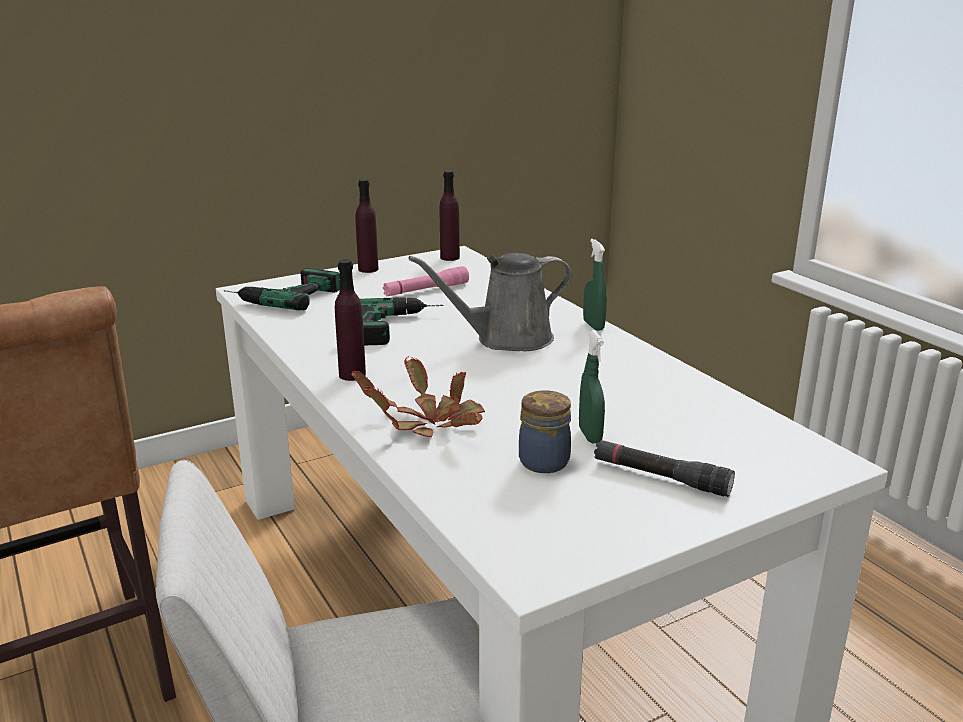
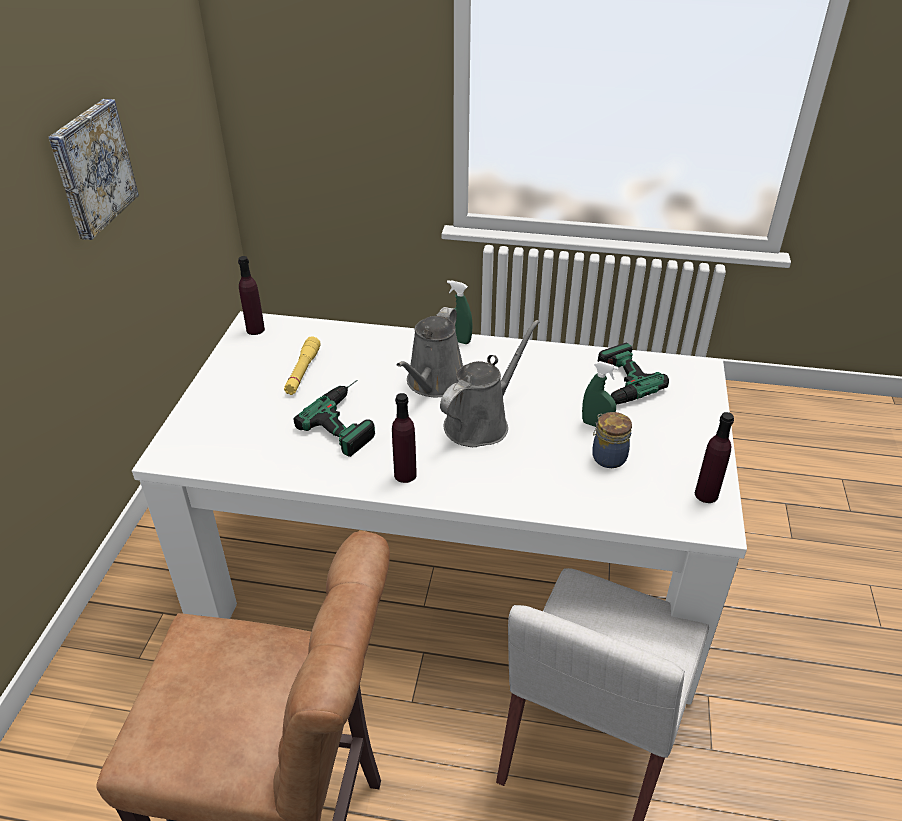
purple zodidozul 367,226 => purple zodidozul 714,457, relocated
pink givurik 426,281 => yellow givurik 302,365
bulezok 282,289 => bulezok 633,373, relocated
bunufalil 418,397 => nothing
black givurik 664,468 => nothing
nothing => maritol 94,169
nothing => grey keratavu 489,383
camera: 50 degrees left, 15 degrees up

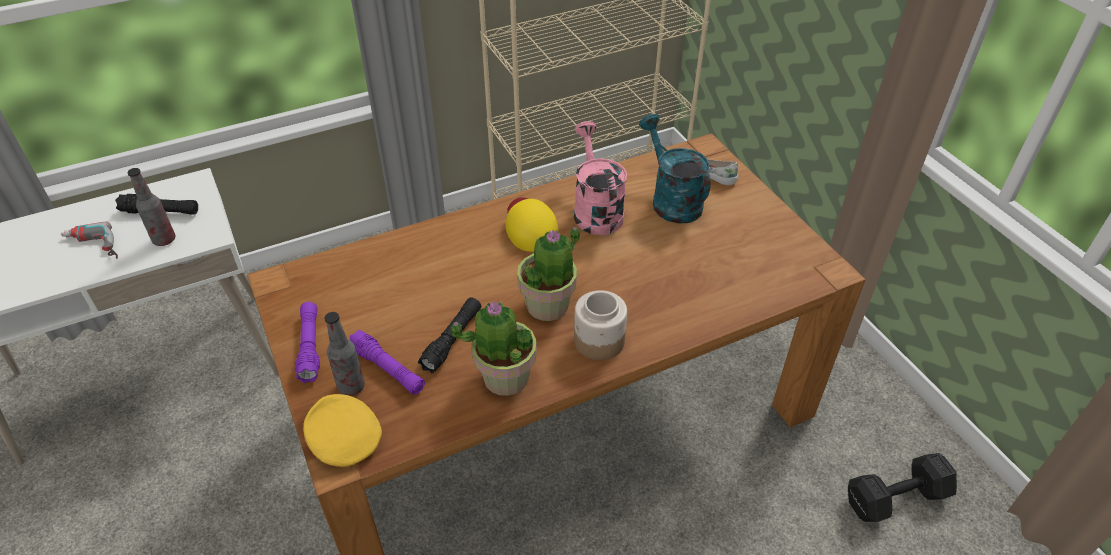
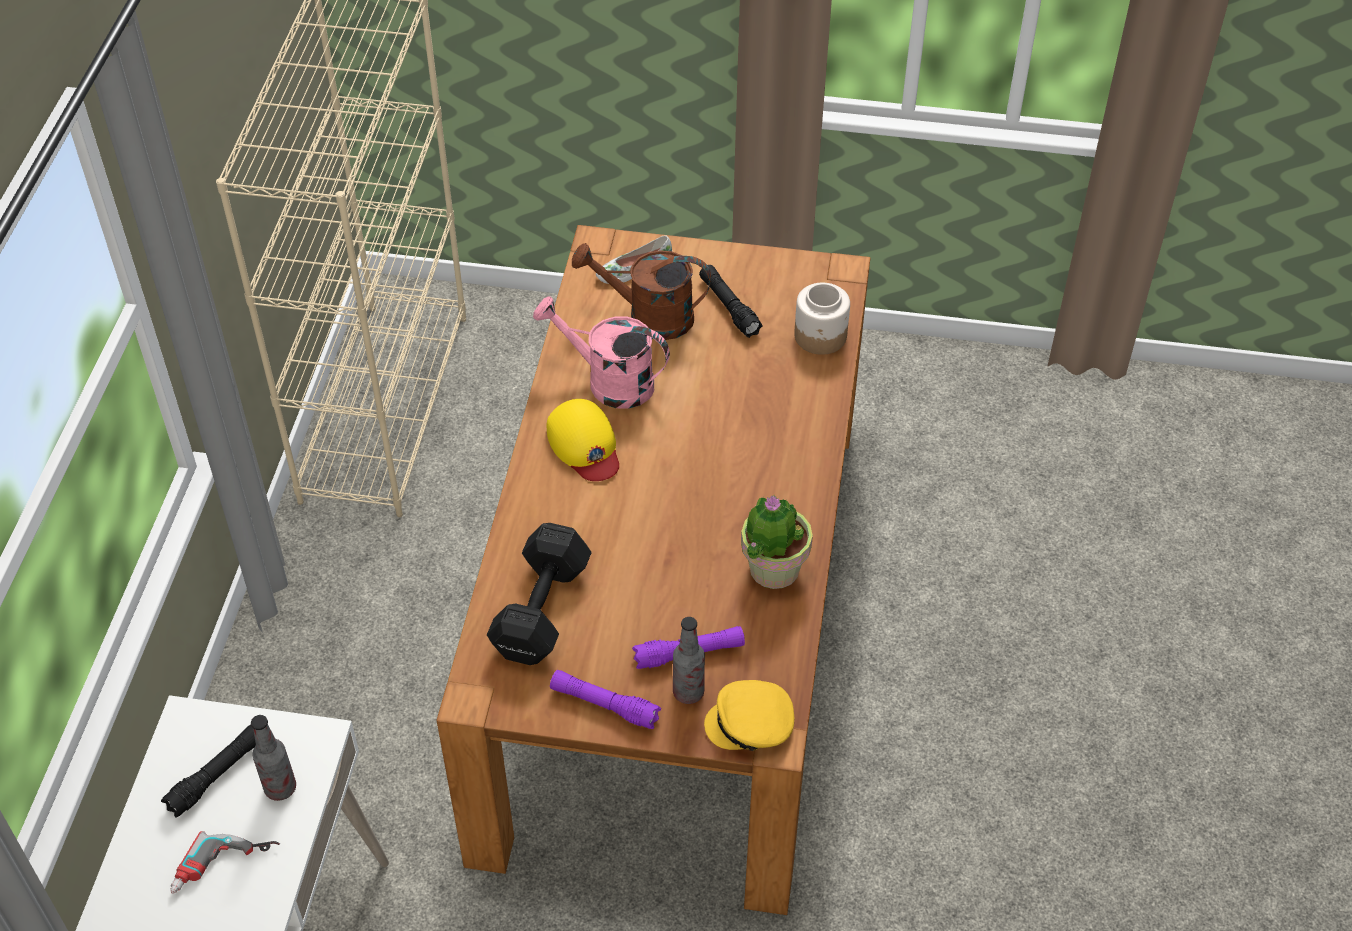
turquoise keratavu 675,168 => brown keratavu 641,291
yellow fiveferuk 532,224 => yellow fiveferuk 583,440, 135 degrees counterclockwise
bunufalil 548,274 => nothing
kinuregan 600,325 => kinuregan 822,319, relocated
black givurik 449,335 => black givurik 731,301, relocated
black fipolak 902,487 => black fipolak 539,594, relocated
camera: 55 degrees left, 5 degrees up

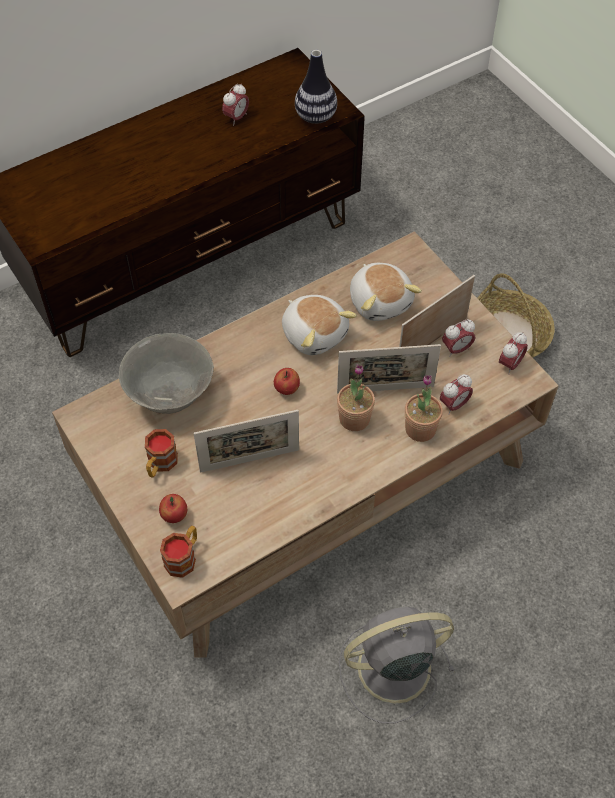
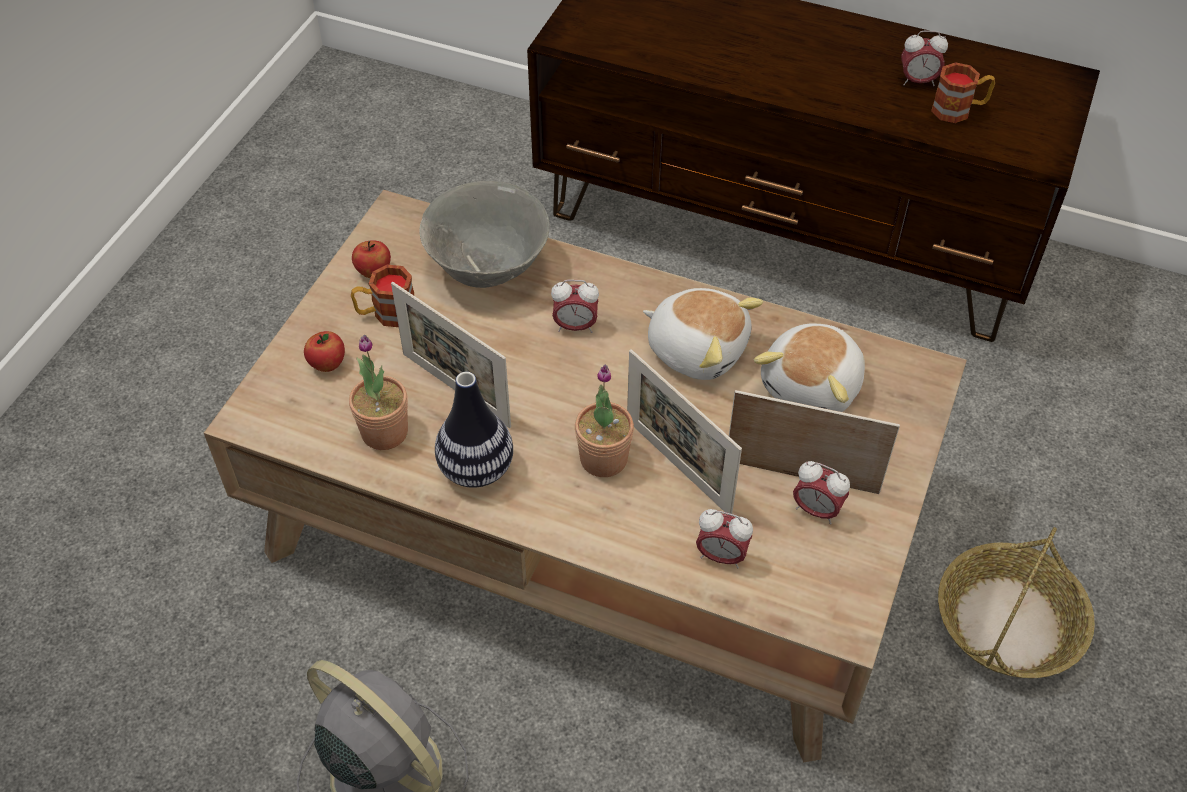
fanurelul 316,87 => fanurelul 474,430, relocated
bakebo 319,325 => bakebo 703,334, 75 degrees counterclockwise
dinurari 513,353 => dinurari 575,306, relocated
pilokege 287,381 => pilokege 371,259, relocated
bunufalil 424,408 => bunufalil 378,392, relocated
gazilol 178,552 => gazilol 963,92, relocated
camera: 55 degrees right, 5 degrees down

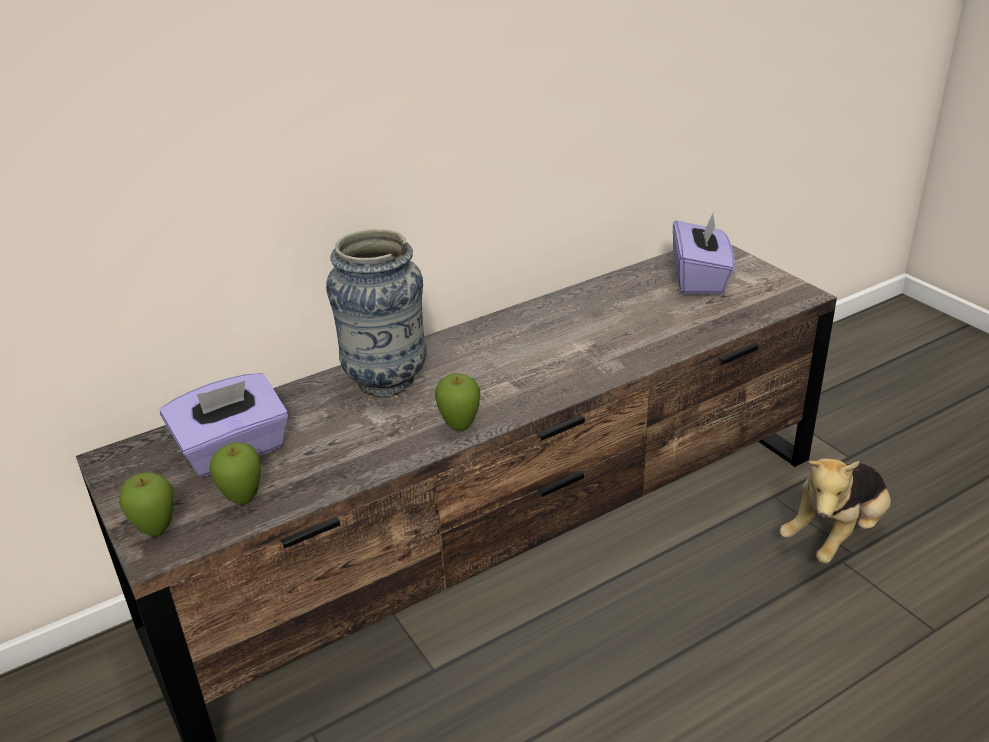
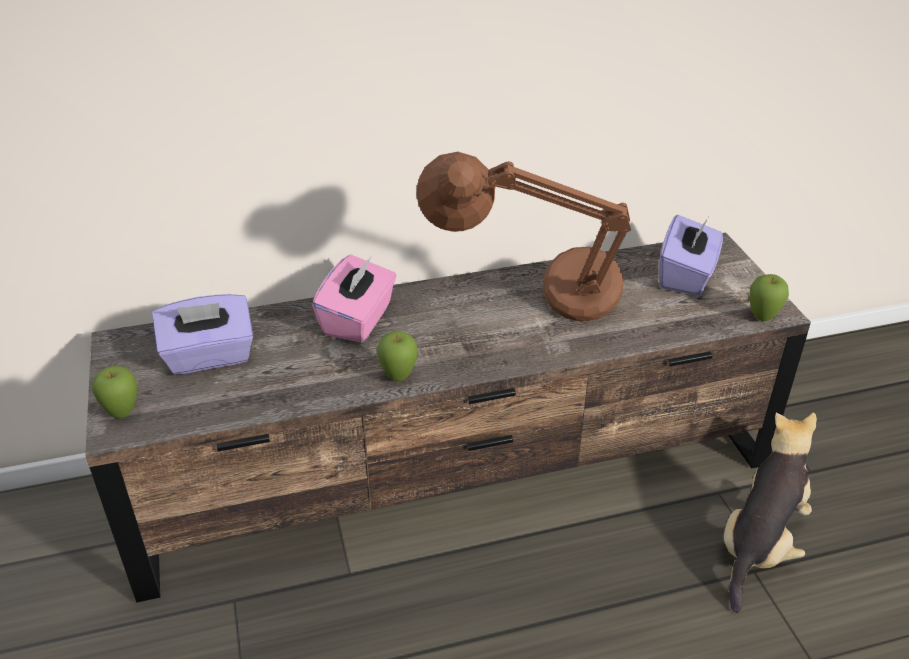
fanurelul 376,313 => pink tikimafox 354,299
pilokege 235,473 => pilokege 769,298, relocated
bakebo 835,511 => bakebo 770,513, 150 degrees clockwise
nothing => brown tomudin 523,237
camera: 15 degrees right, 5 degrees up

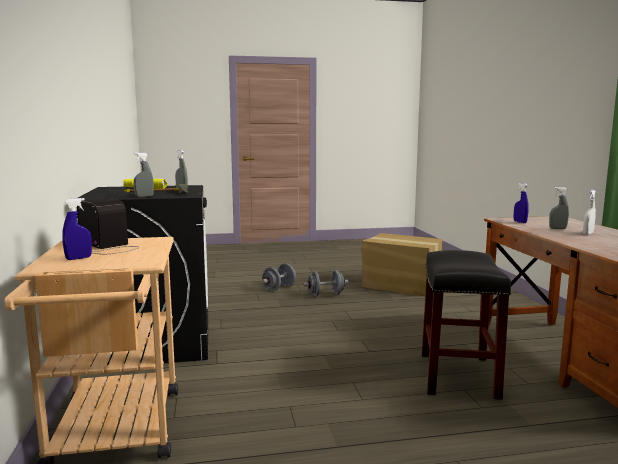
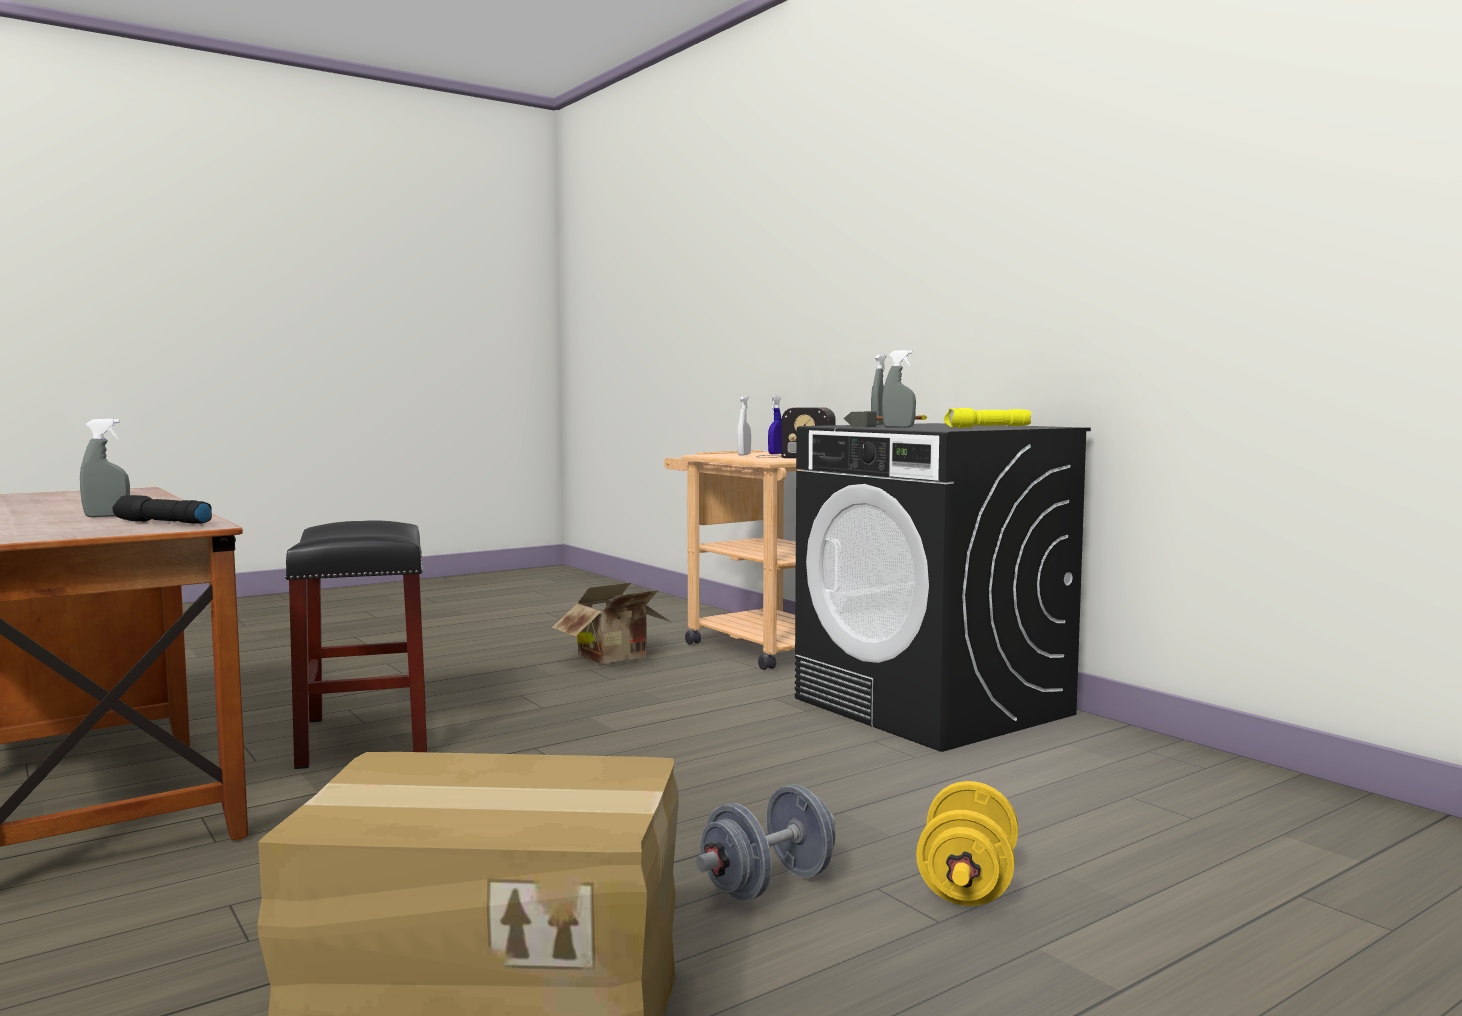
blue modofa 521,203 => black givurik 162,509
white modofa 589,212 => white modofa 744,426, relocated
grey fipolak 279,277 => yellow fipolak 967,843
nothing => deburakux 611,623
camera: 155 degrees right, 5 degrees down

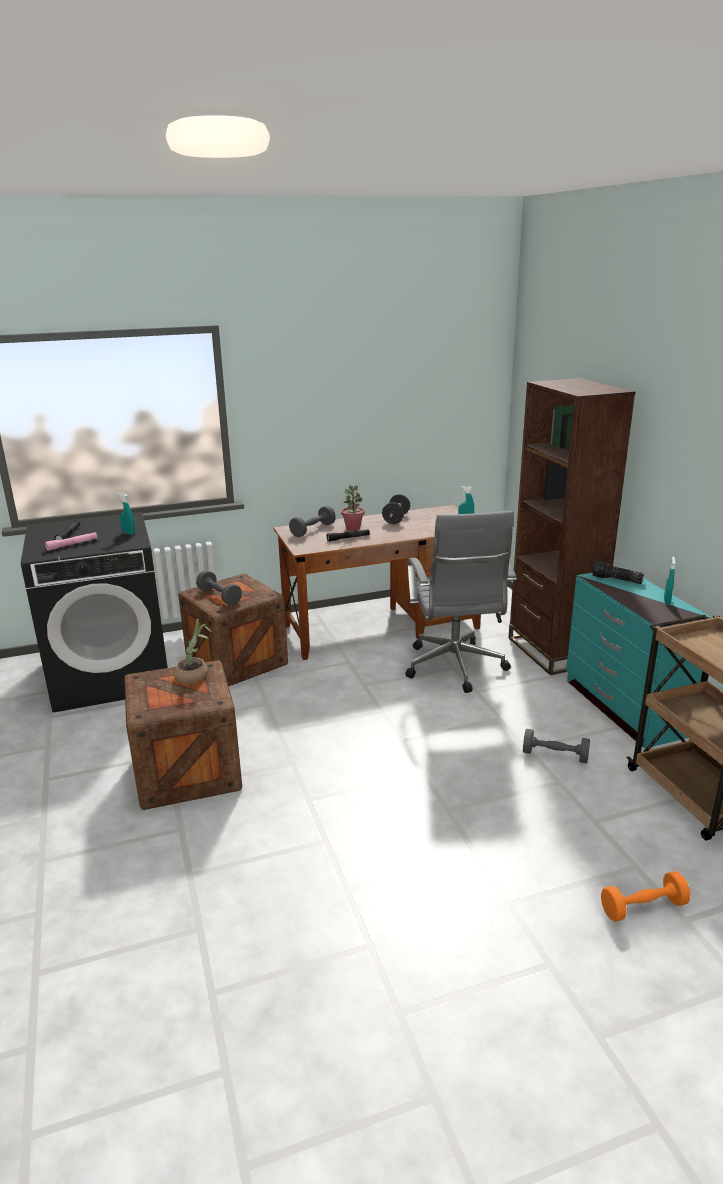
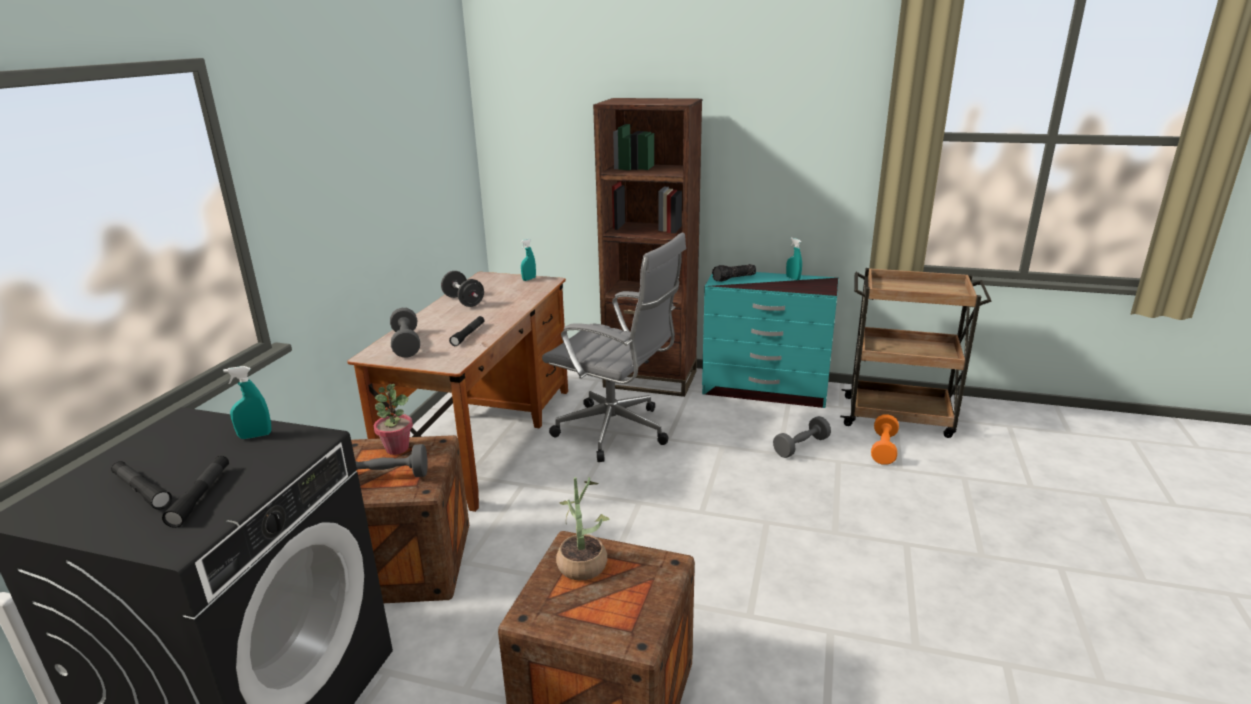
bunufalil 353,508 => bunufalil 393,419, relocated
pink givurik 71,541 => black givurik 195,491
orange fipolak 645,896 => orange fipolak 885,439, relocated
camera: 55 degrees left, 0 degrees up

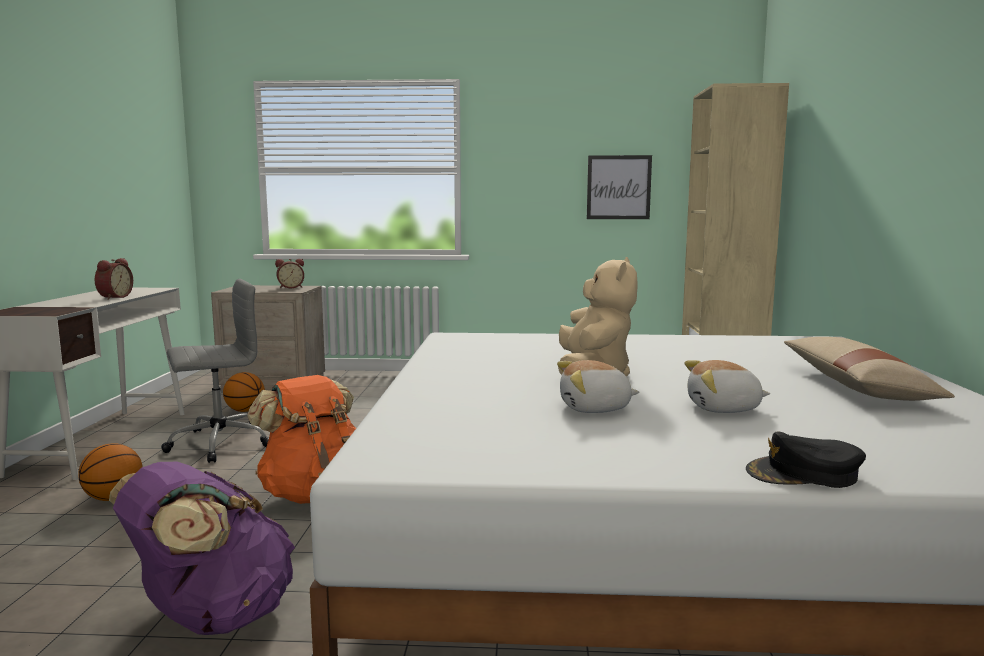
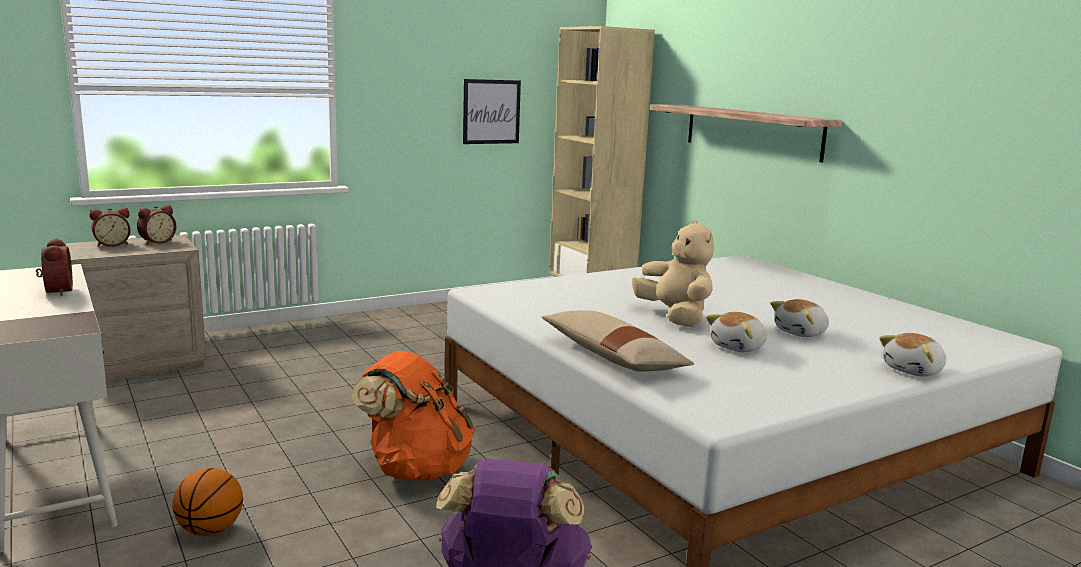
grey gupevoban 215,371 => nothing
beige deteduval 869,369 => beige deteduval 617,341, relocated
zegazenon 244,392 => nothing
black fiveferuk 806,460 => bakebo 913,354
nothing => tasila 746,133
nothing => dinurari 110,227
camera: 35 degrees left, 5 degrees up

